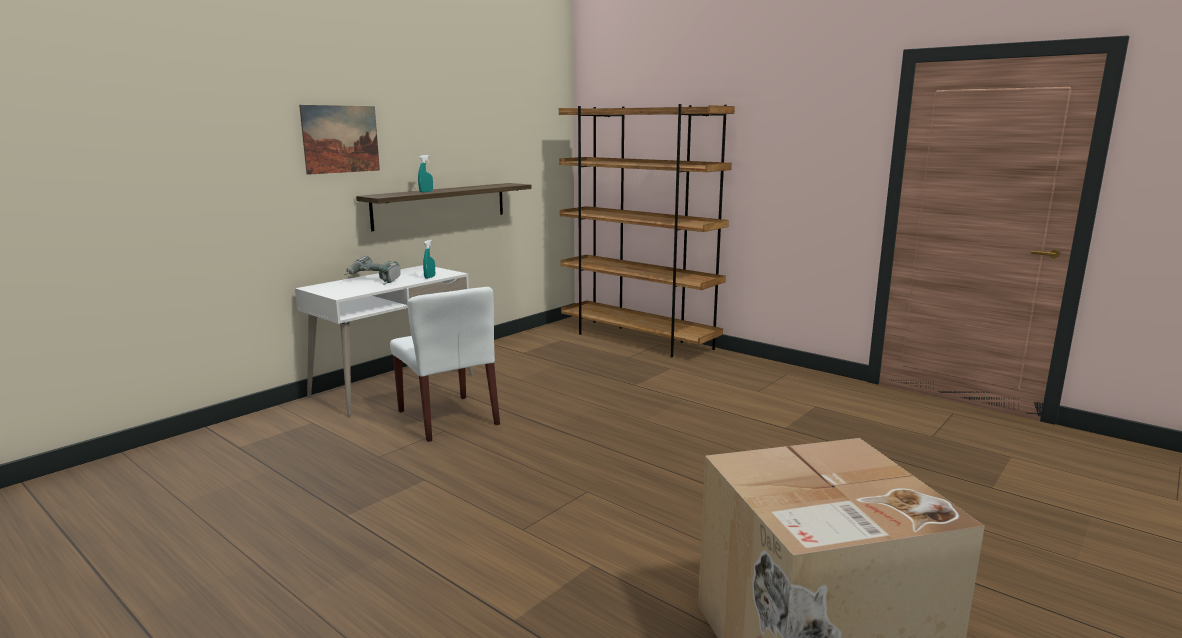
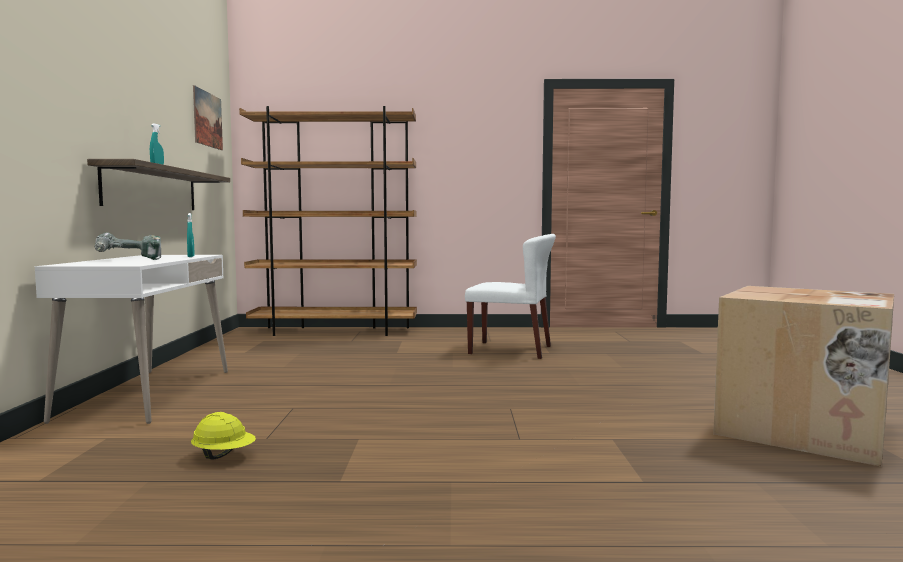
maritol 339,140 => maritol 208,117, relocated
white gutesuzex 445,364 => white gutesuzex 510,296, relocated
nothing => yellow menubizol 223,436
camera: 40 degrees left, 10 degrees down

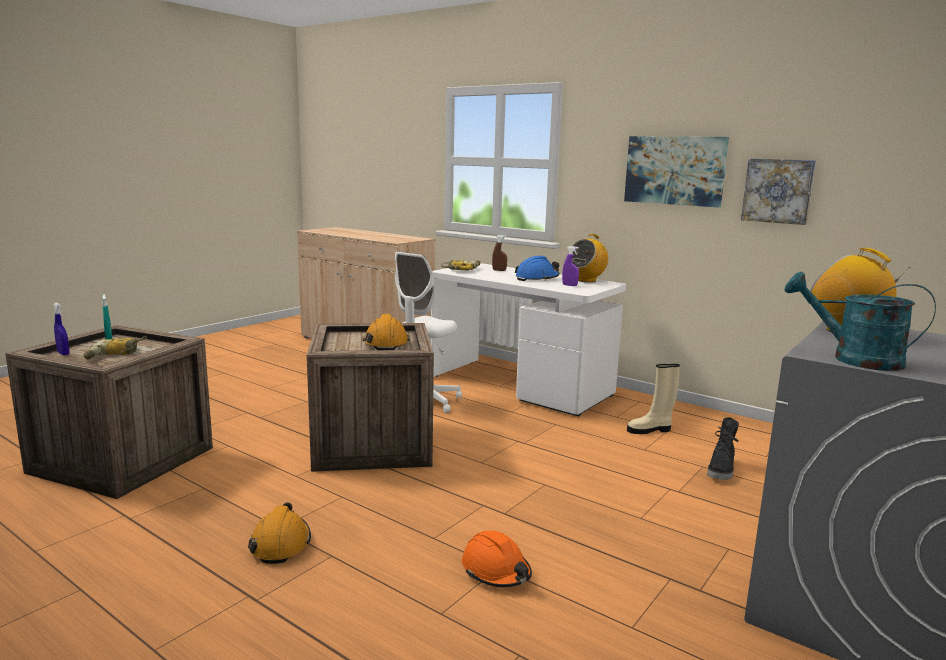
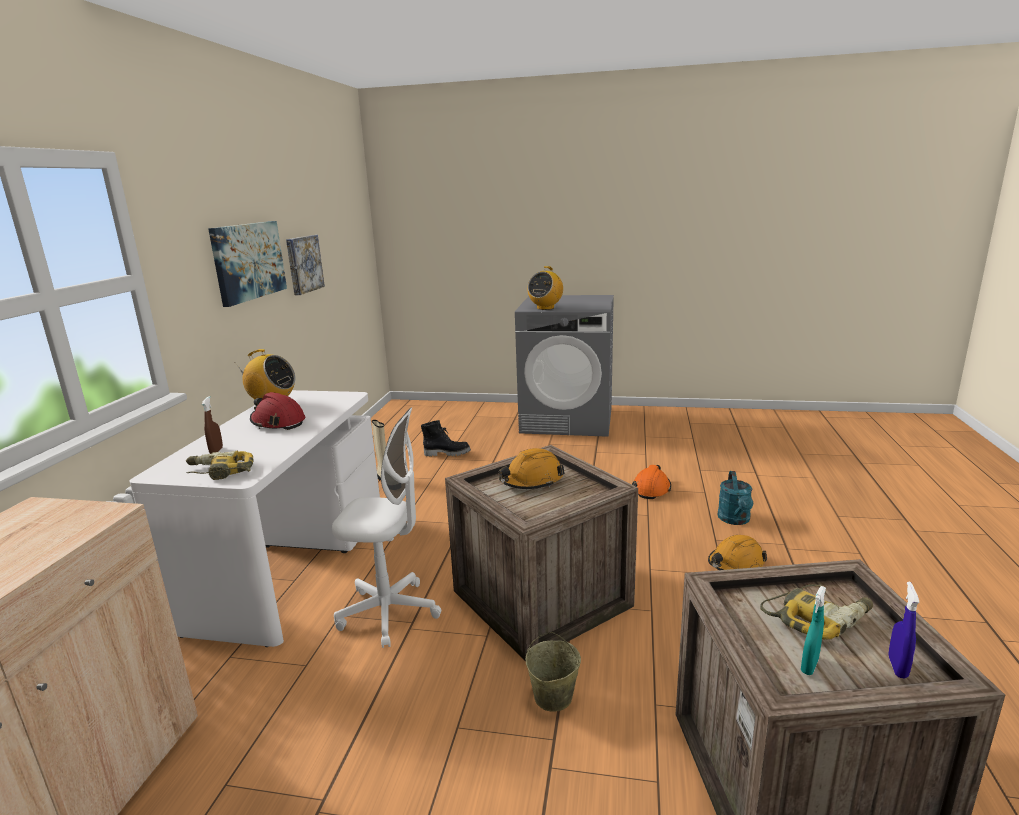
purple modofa 570,266 => nothing
blue menubizol 537,268 => red menubizol 277,411
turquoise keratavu 860,321 => turquoise keratavu 735,498, relocated
nothing => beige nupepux 553,672
camera: 115 degrees left, 5 degrees up

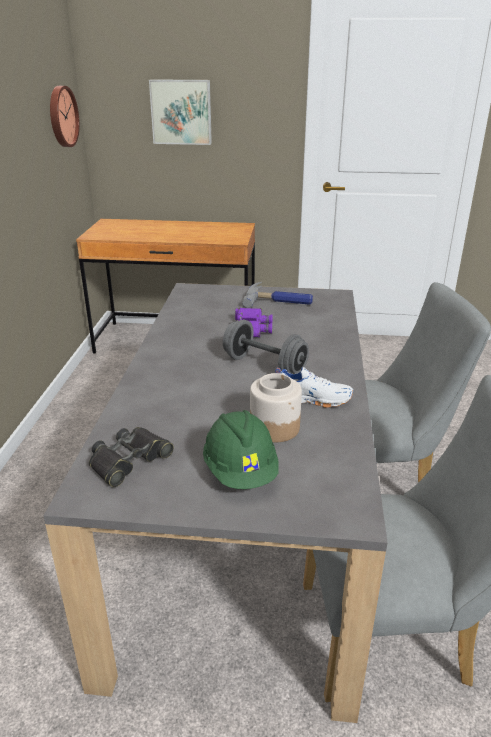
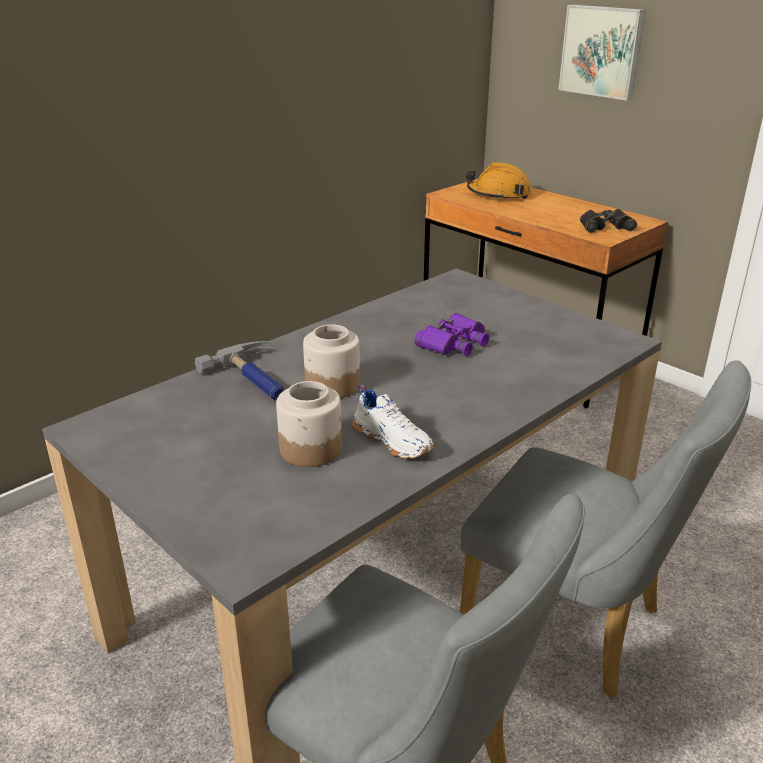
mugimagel 65,116 => nothing
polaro 277,295 => polaro 239,370, relocated
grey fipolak 266,346 => nothing
green menubizol 241,449 => nothing
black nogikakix 131,457 => black nogikakix 608,221, relocated
nothing => orange menubizol 498,181
nothing => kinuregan 331,361
camera: 40 degrees right, 0 degrees up

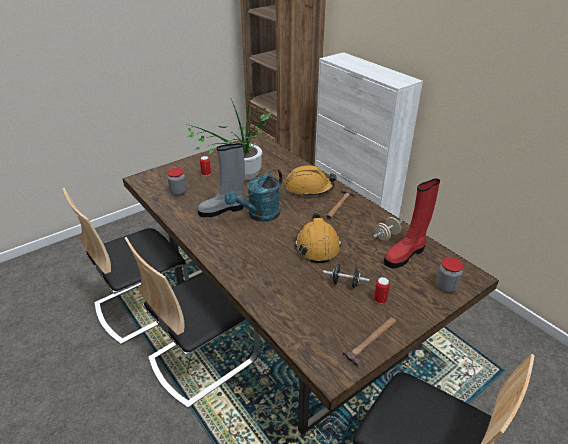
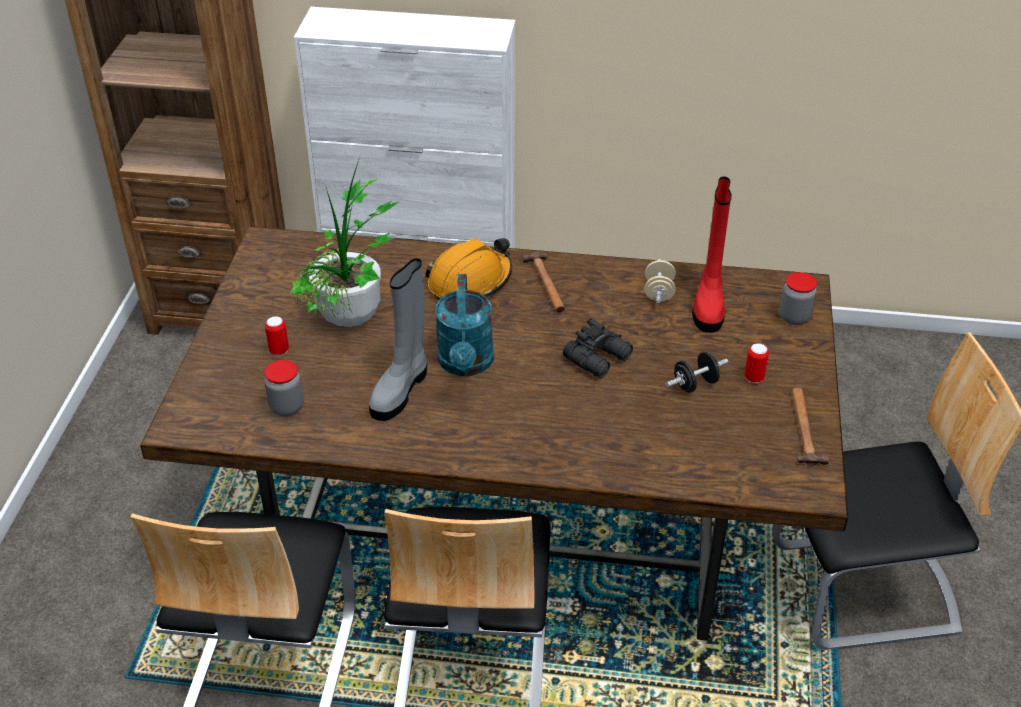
orange menubizol 318,238 => black nogikakix 598,348
camera: 45 degrees left, 5 degrees up

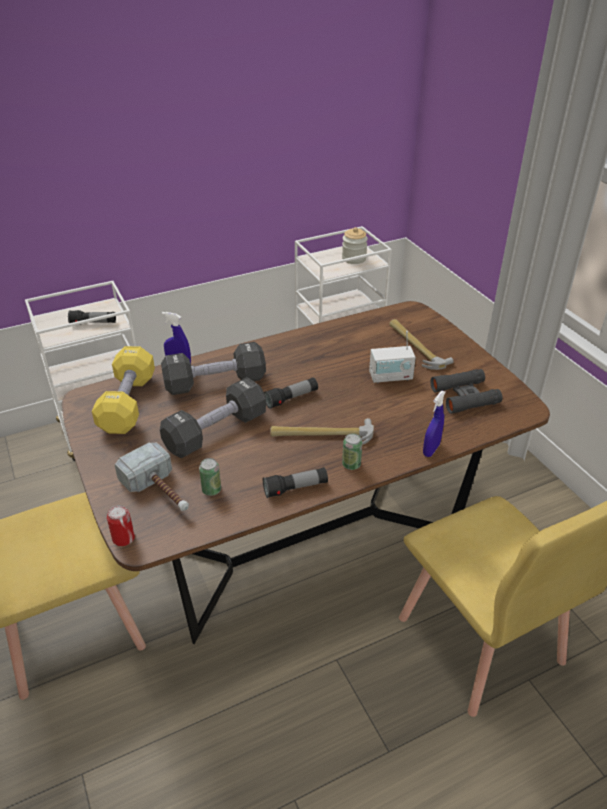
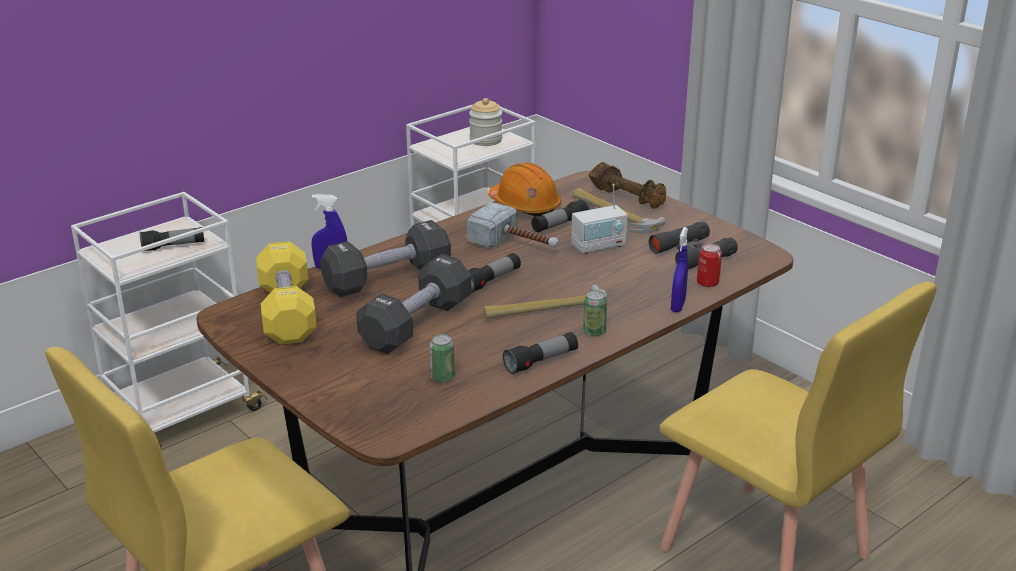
polaro 152,476 => polaro 513,225, relocated
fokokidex 121,525 => fokokidex 709,265, relocated
nothing => brown fipolak 627,185
nothing => orange menubizol 524,190
nothing => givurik 560,215
camera: 15 degrees left, 10 degrees down

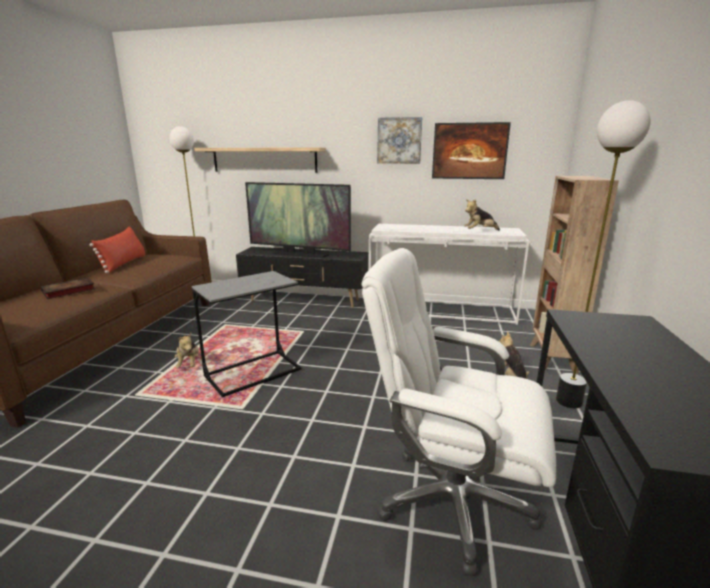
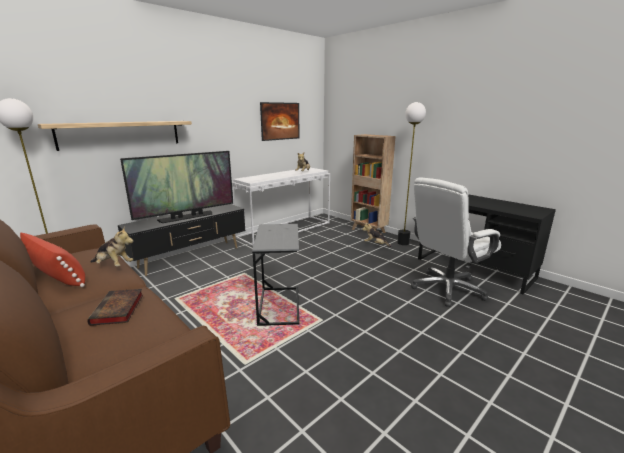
maritol 399,140 => nothing
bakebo 187,350 => bakebo 111,247, relocated
camera: 55 degrees left, 0 degrees up

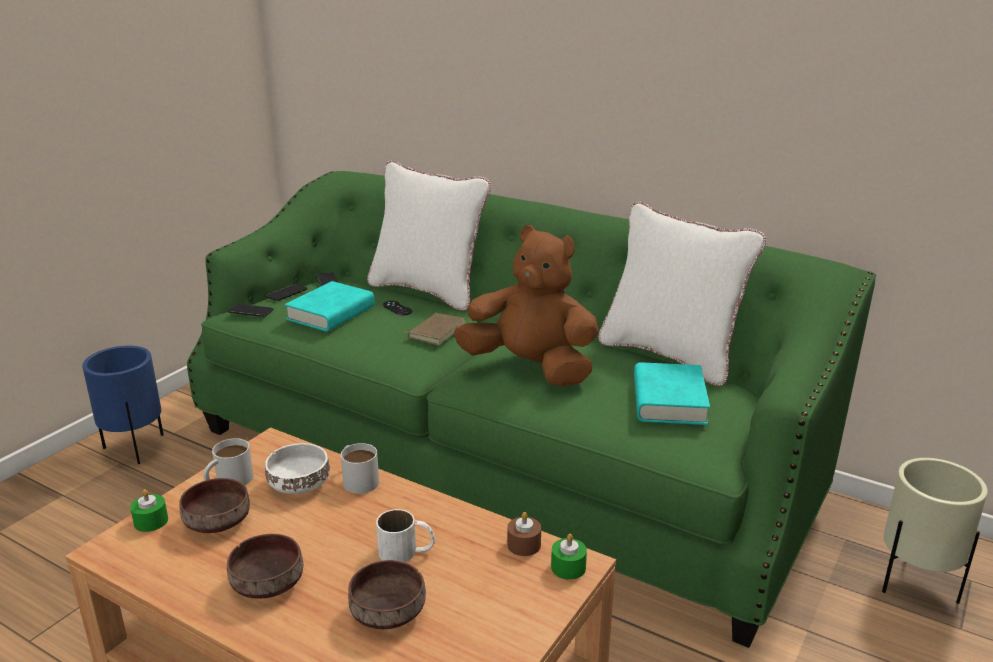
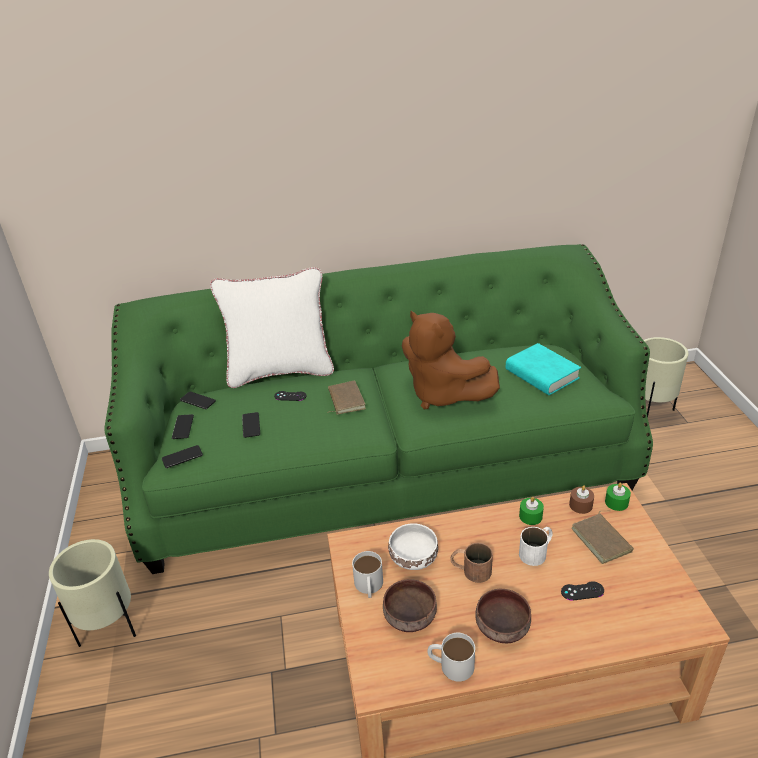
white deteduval 682,293 => nothing
brown bakebo 526,306 => brown bakebo 451,360, 120 degrees counterclockwise
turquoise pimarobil 330,306 => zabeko 251,425
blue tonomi 123,405 => beige tonomi 92,593
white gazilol 360,468 => white gazilol 451,657, relocated
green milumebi 149,510 => green milumebi 531,511, relocated
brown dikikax 387,594 => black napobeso 582,591
nothing => brown pimarobil 602,537
nothing => brown gazilol 471,563
camera: 40 degrees left, 10 degrees up

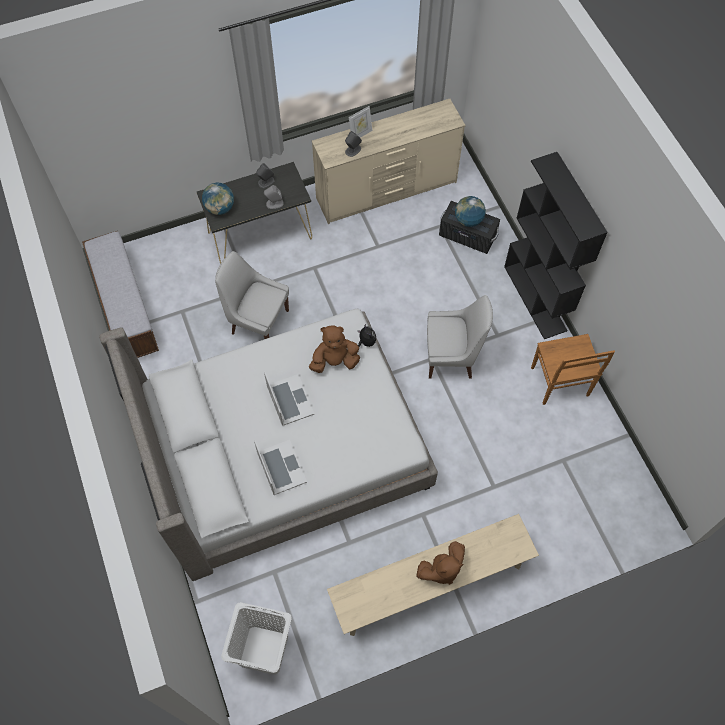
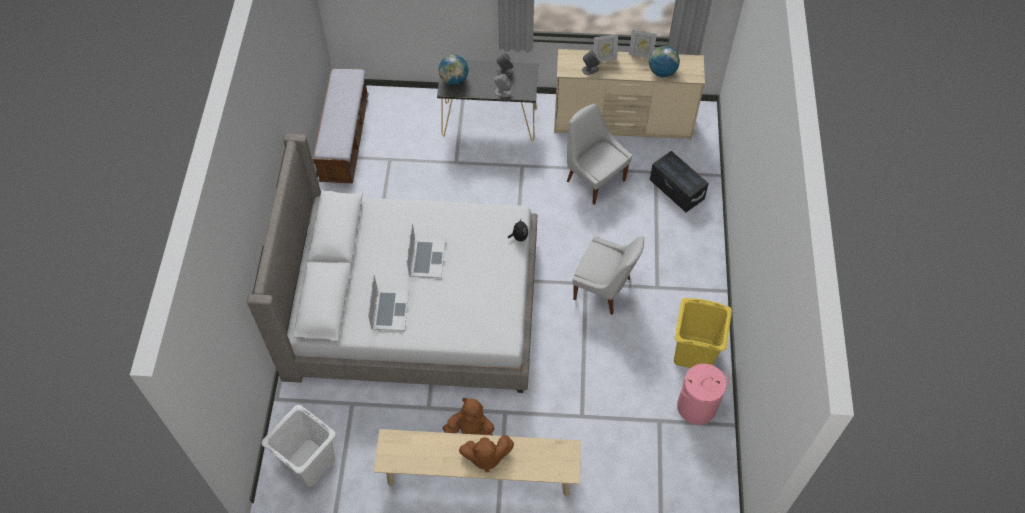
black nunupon 556,245 => nothing
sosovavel 470,211 => sosovavel 664,61, relocated
white gutesuzex 252,295 => white gutesuzex 599,154, relocated
brown bakebo 334,349 => brown bakebo 468,416, relocated
brown gutesuzex 573,369 => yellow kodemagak 703,333
nothing => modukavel 643,44
nothing => pink kodemagak 703,394
camera: 25 degrees right, 5 degrees down

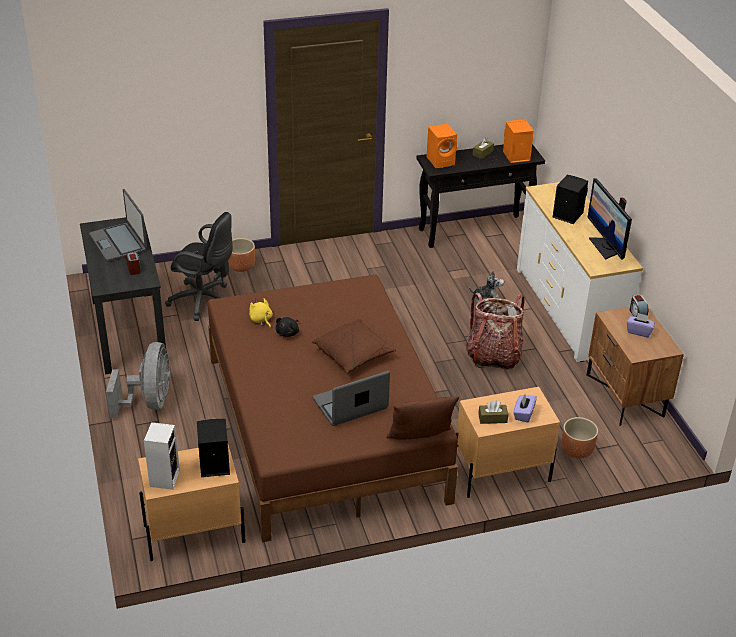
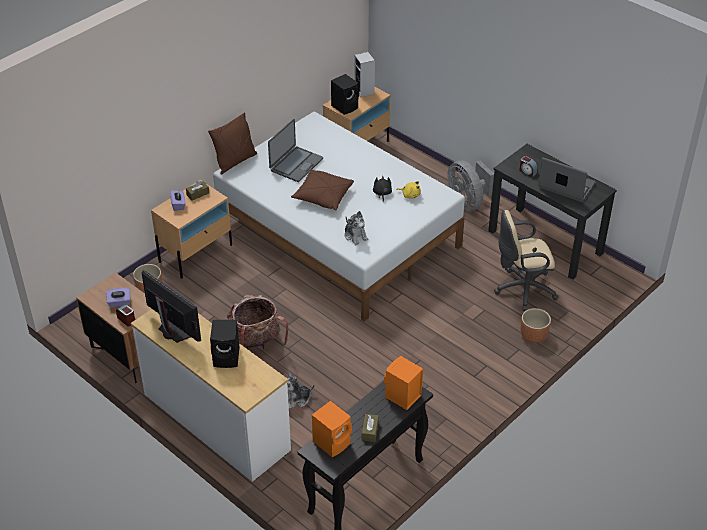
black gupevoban 199,266 => beige gupevoban 526,260
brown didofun 333,408 => white didofun 339,216
nothing => bakebo 356,228
camera: 150 degrees right, 5 degrees up

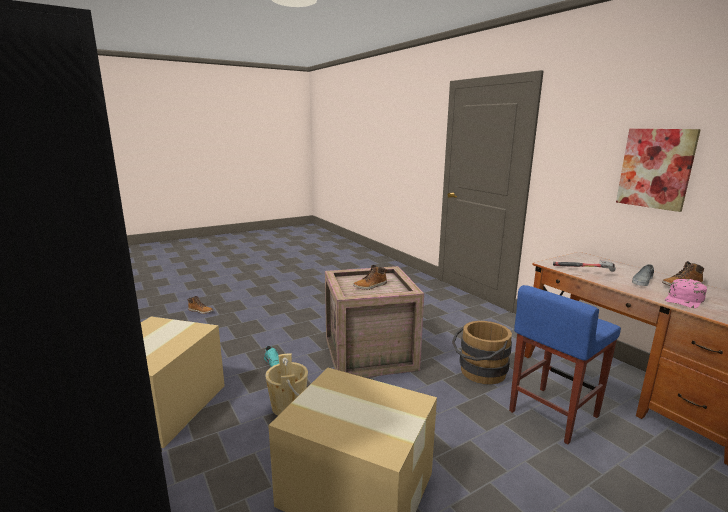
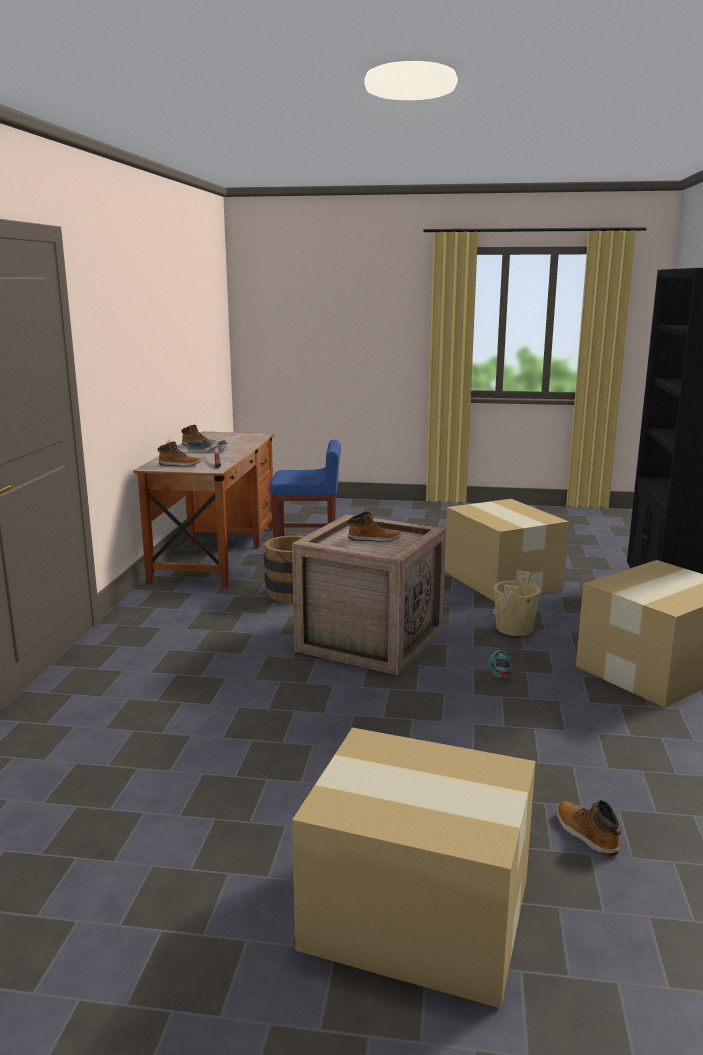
maritol 658,170 => nothing
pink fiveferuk 686,293 => nothing
nothing => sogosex 180,454
nothing => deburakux 414,867
camera: 140 degrees left, 0 degrees up

